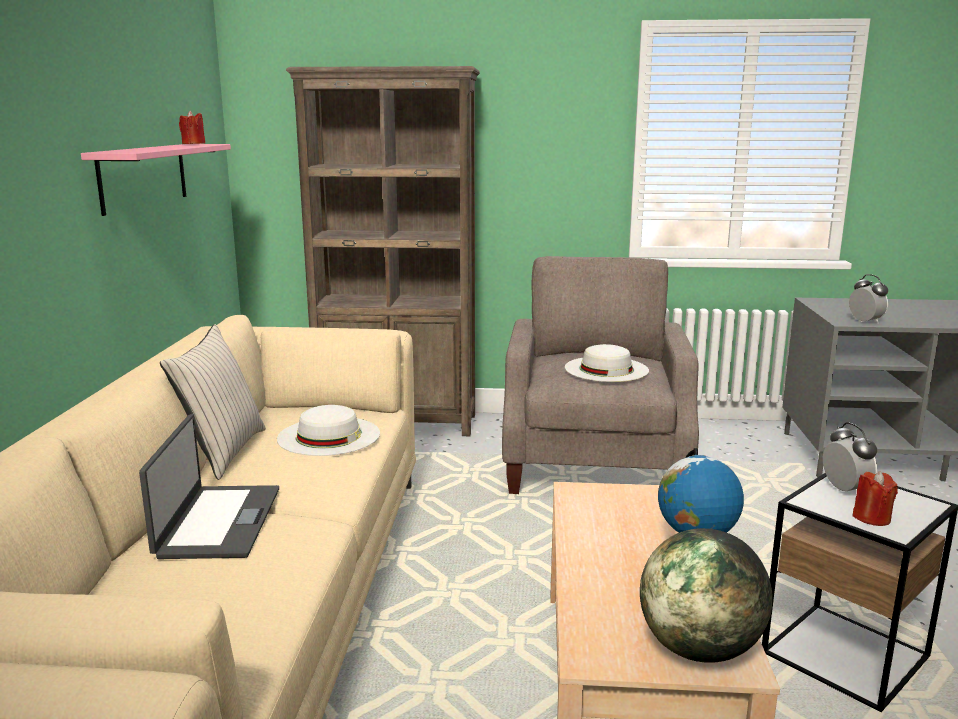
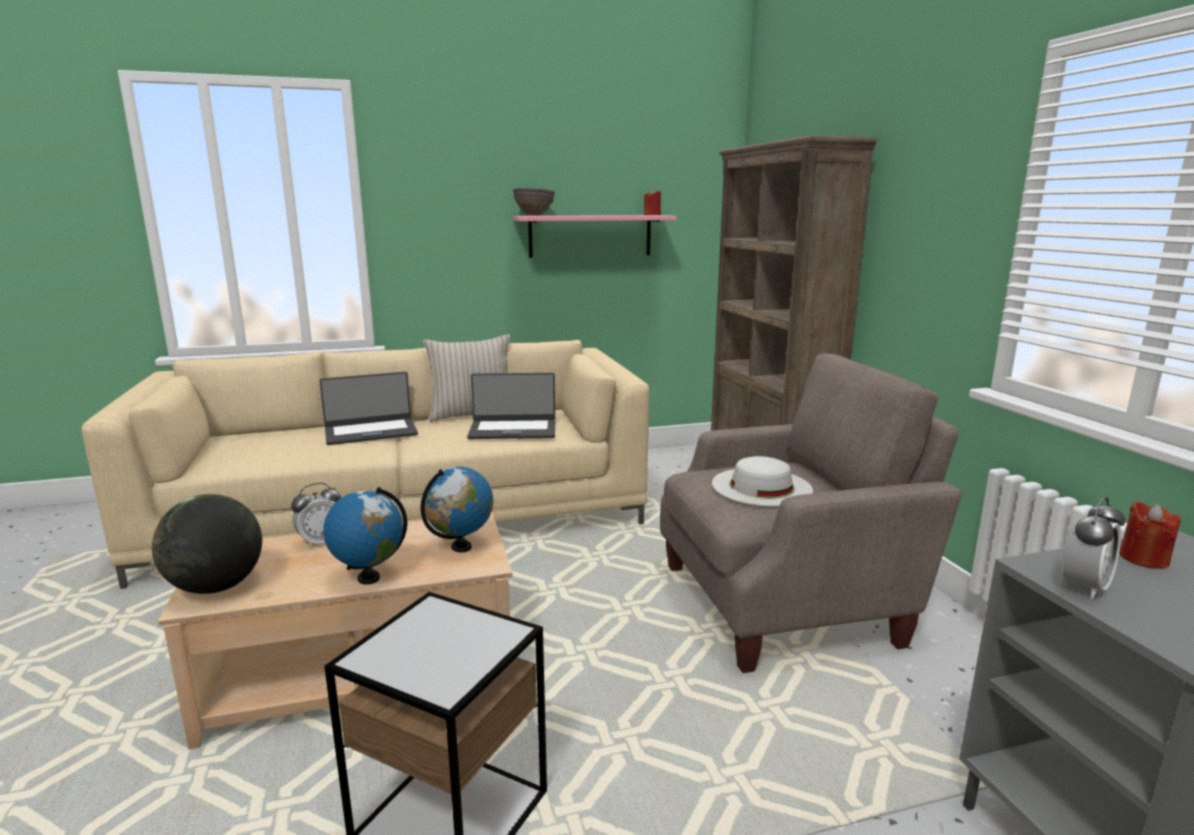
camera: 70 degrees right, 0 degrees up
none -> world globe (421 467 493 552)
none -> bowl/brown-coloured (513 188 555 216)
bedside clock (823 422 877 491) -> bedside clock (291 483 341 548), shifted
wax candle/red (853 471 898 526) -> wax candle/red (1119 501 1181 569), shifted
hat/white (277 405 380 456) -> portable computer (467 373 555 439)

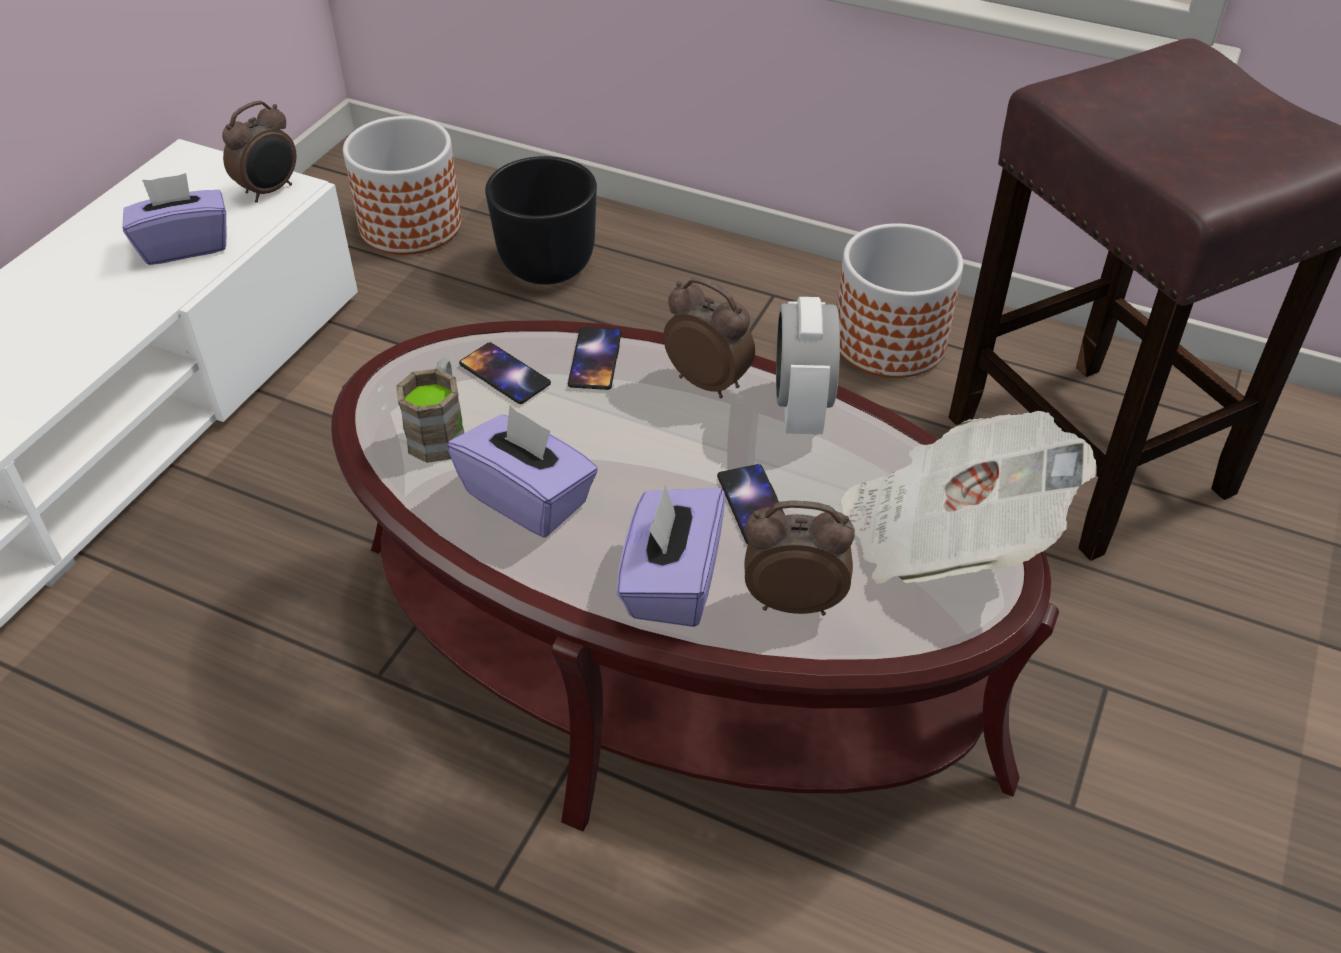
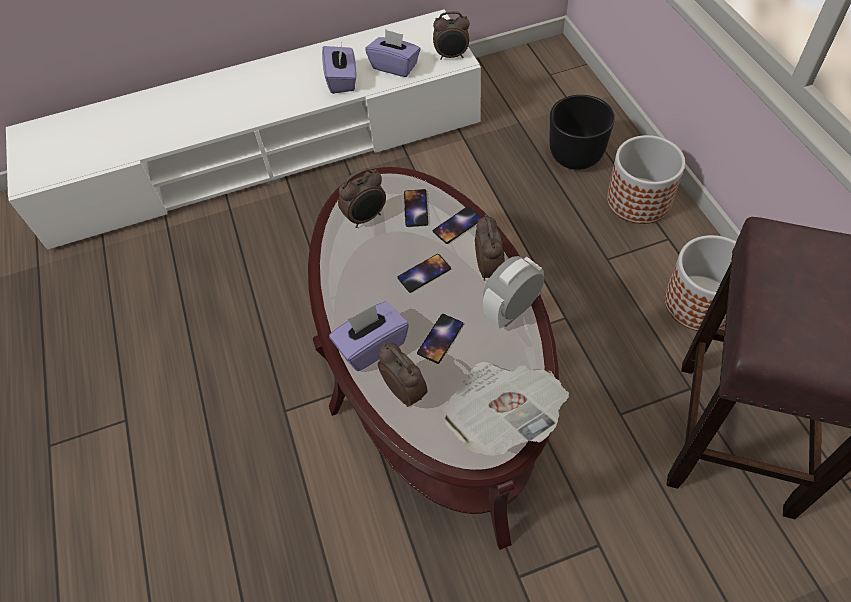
camera: 50 degrees right, 10 degrees up
none -> phone (397 254 451 293)
plant pot (343 116 462 255) -> plant pot (607 135 685 224), shifted
box of tissues/purplish (447 405 598 538) -> box of tissues/purplish (322 43 356 94), shifted
coffee mug/brown-coloured (396 358 464 463) -> bedside clock (338 168 386 228)

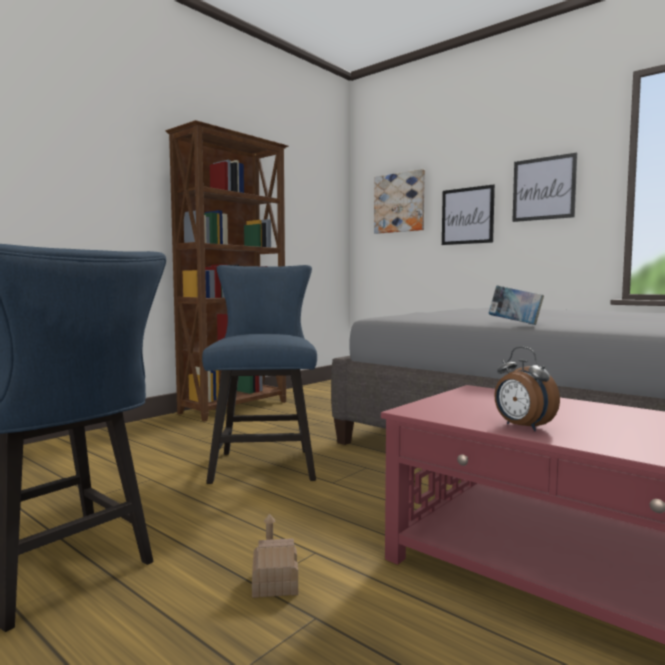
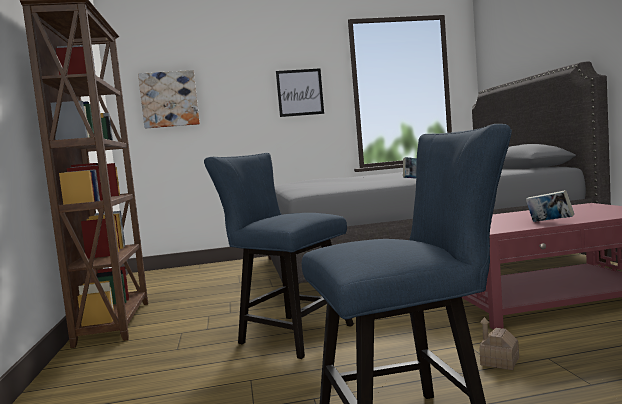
camera: 50 degrees left, 0 degrees up
picture (442 185 495 245) -> none
bedside clock (494 347 560 431) -> volume (526 190 574 222)

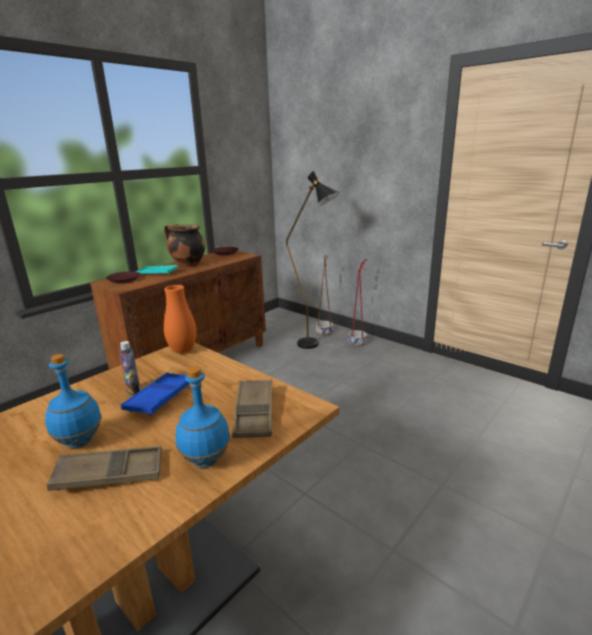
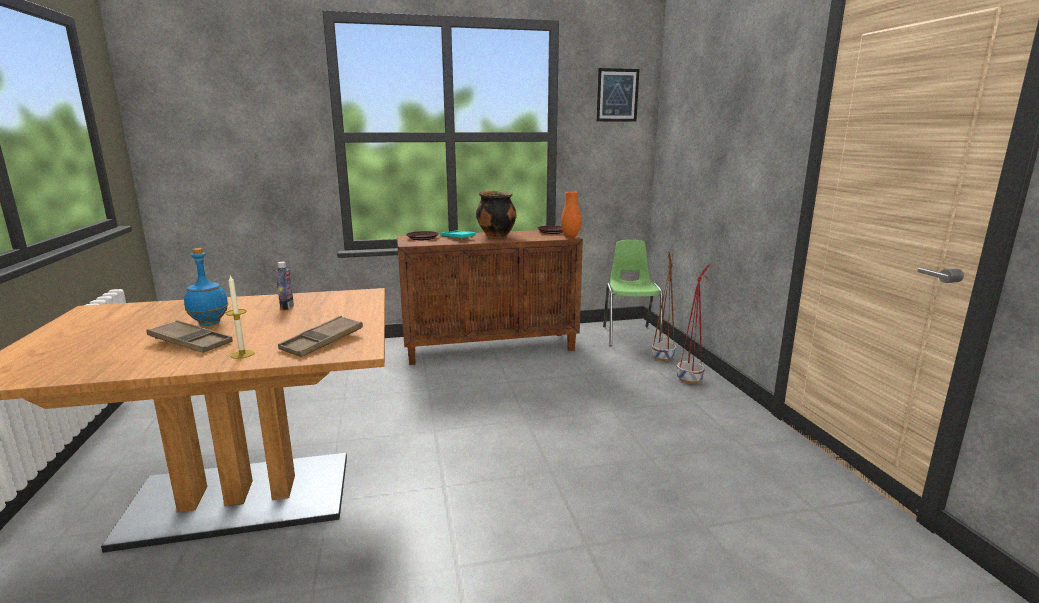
camera: 35 degrees right, 5 degrees down
serving tray/bluish (121 372 190 416) -> none
standing lamp/black (286 171 339 349) -> none
none -> picture (596 68 639 121)
none -> chair/greenish (603 240 663 346)
vase/orange (164 285 197 354) -> vase/orange (561 191 581 237), shifted
beverage bottle/bluish (176 367 230 468) -> wax candle (225 276 255 359)

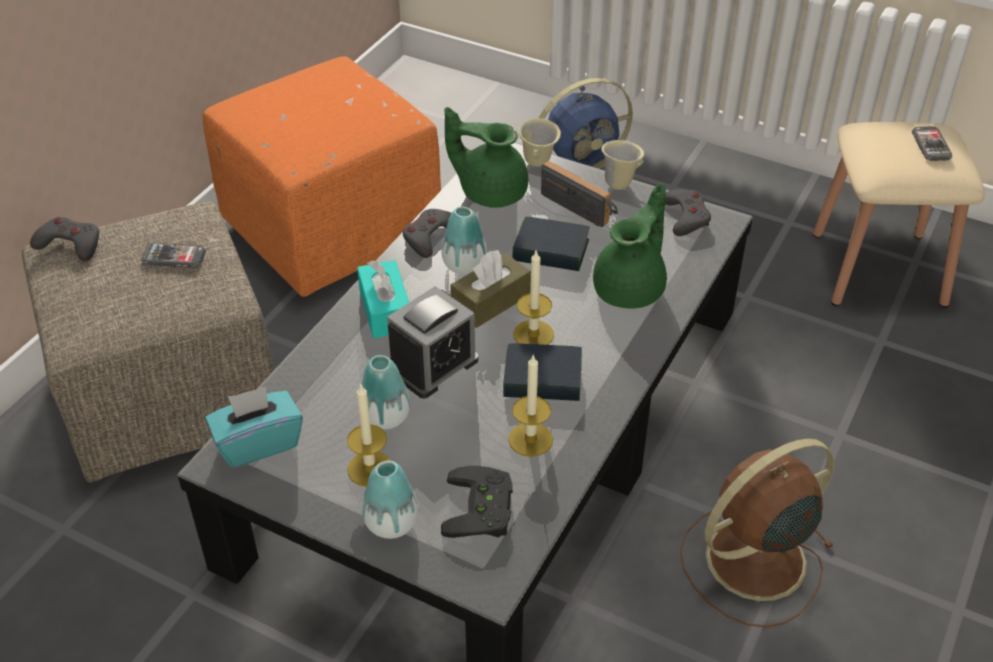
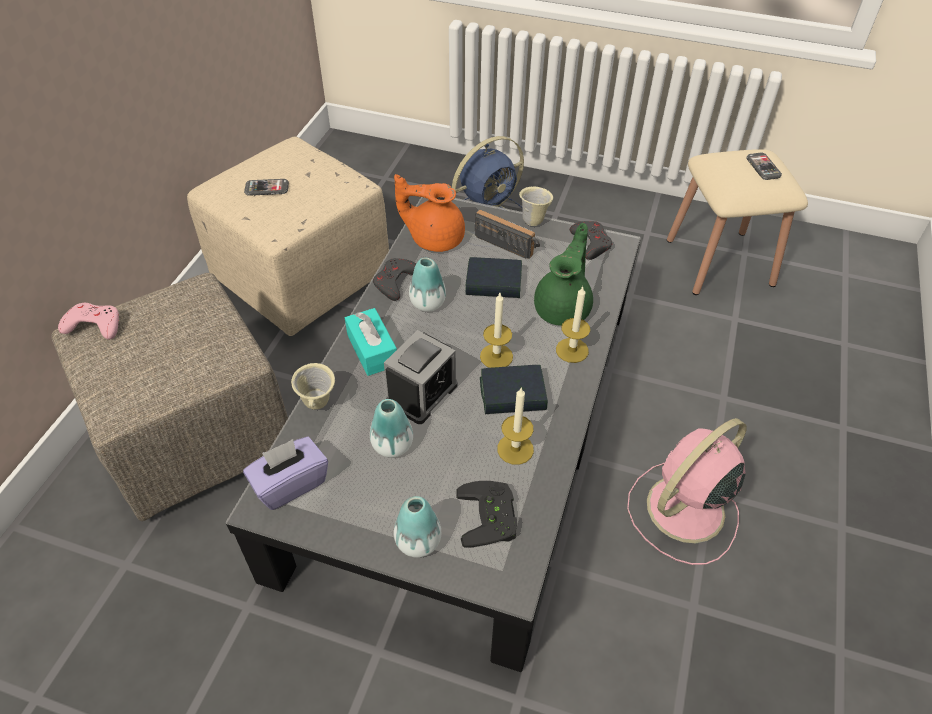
camera: 10 degrees left, 5 degrees up
box of tissues/brown-coloured (450 250 531 328) -> none
phone (141 243 206 268) -> phone (244 179 289 196), shifted
wax candle (347 385 391 487) -> wax candle (556 286 590 363), shifted
coffee mug/sand-coloured (519 118 561 167) -> coffee mug/sand-coloured (291 363 335 410), shifted
game controller/greyish (30 217 99 261) -> game controller/pink-coloured (58 303 119 339)
pouffe/orange (203 56 441 297) -> pouffe/sand-coloured (187 137 389 336)
box of tissues/turquoise-coloured (206 386 303 468) -> box of tissues/purplish (243 437 328 510)
tea pot/greenish (444 107 528 208) -> tea pot/orange (394 174 465 252)
fan/brown-coloured (680 438 835 628) -> fan/pink-coloured (627 418 747 565)

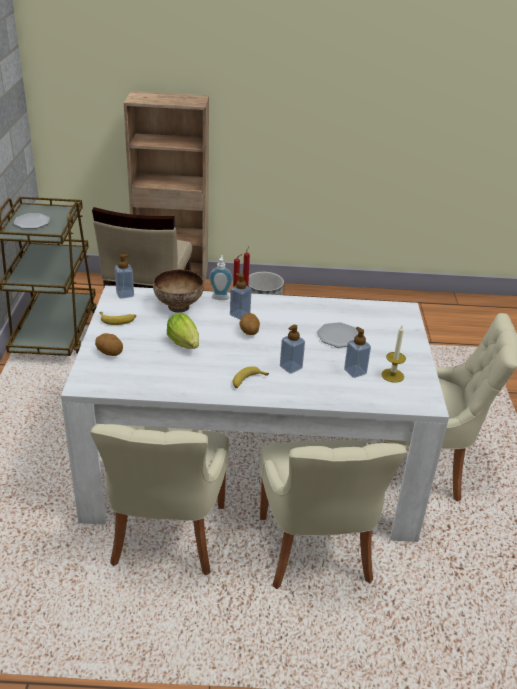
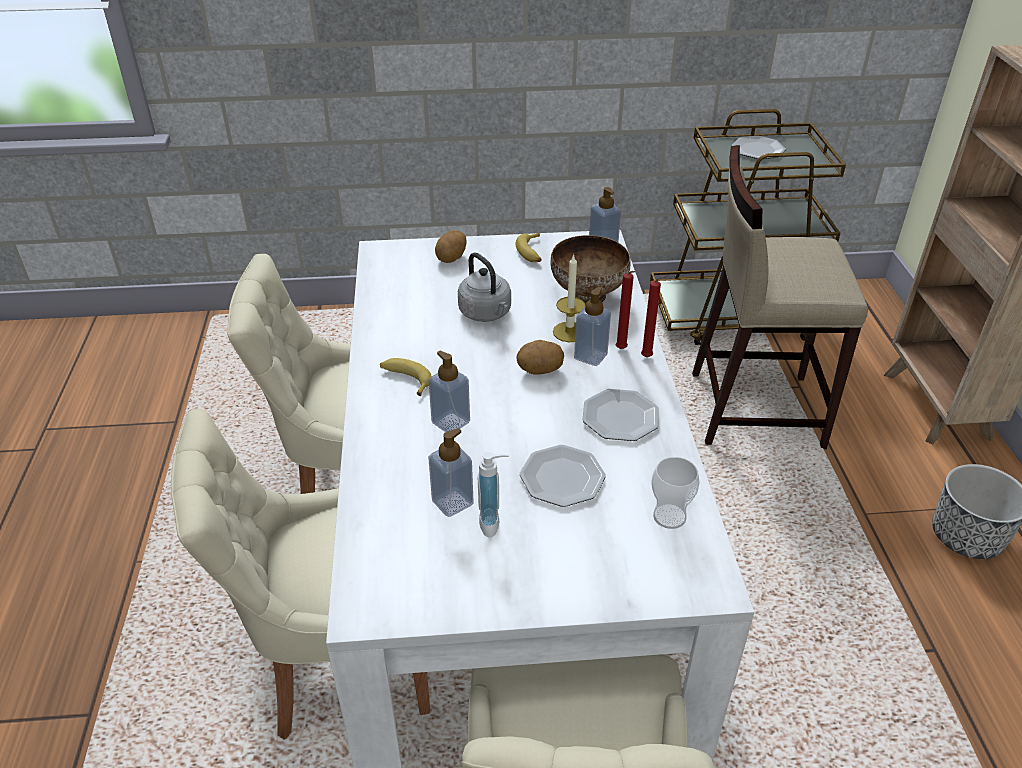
camera: 85 degrees right, 5 degrees up
none -> plate (582 389 659 441)
none -> small cup (651 457 700 529)
liquid soap bottle (209 255 233 300) -> liquid soap bottle (478 452 509 537), shifted
wax candle (382 326 406 383) -> wax candle (553 254 585 342), shifted
head of lettuce (167 313 199 349) -> kettle/greyish (458 252 511 322)

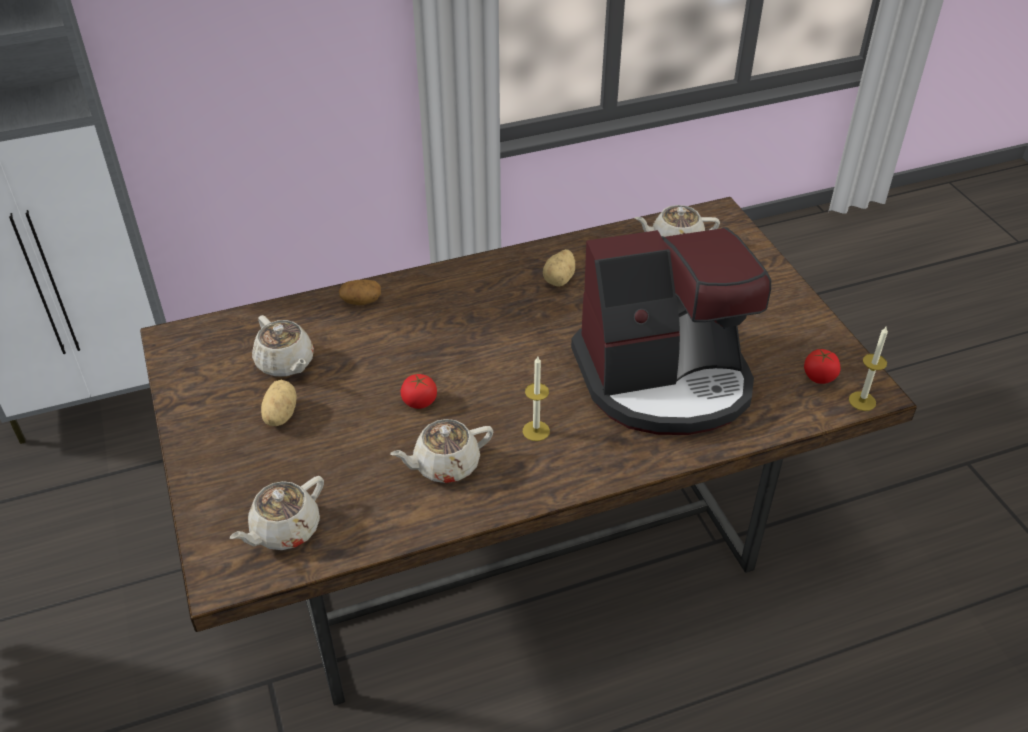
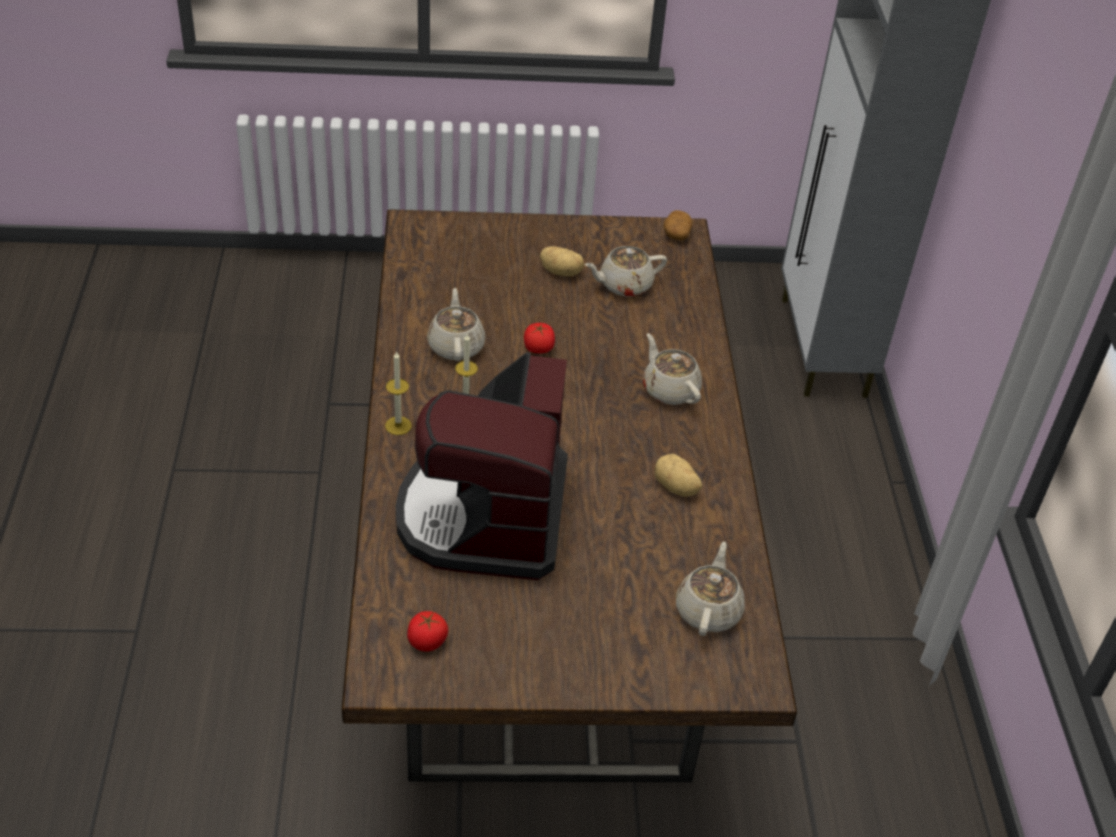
camera: 105 degrees right, 0 degrees up
tea pot/sand-coloured (230 476 324 550) -> tea pot/sand-coloured (643 333 702 405), shifted
spud (339 280 381 305) -> spud (663 210 692 240), shifted
wax candle (849 327 888 411) -> wax candle (385 351 412 435), shifted

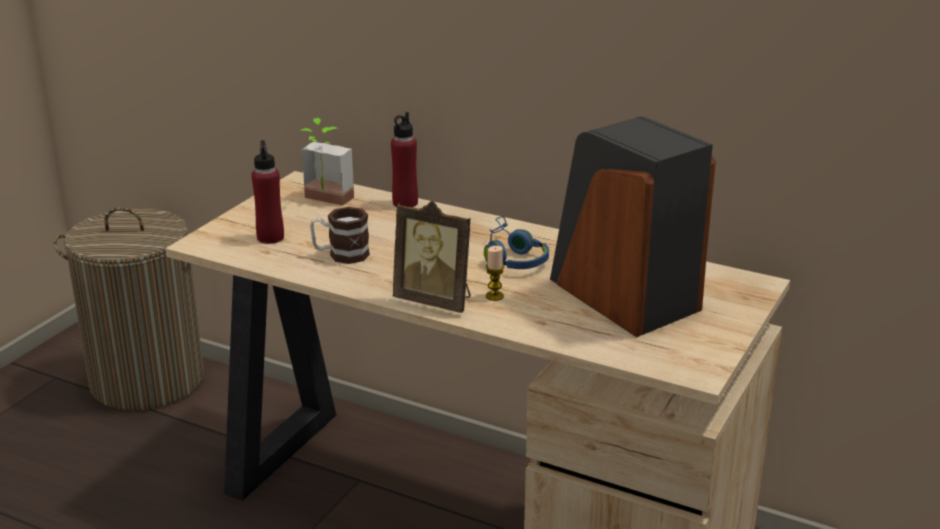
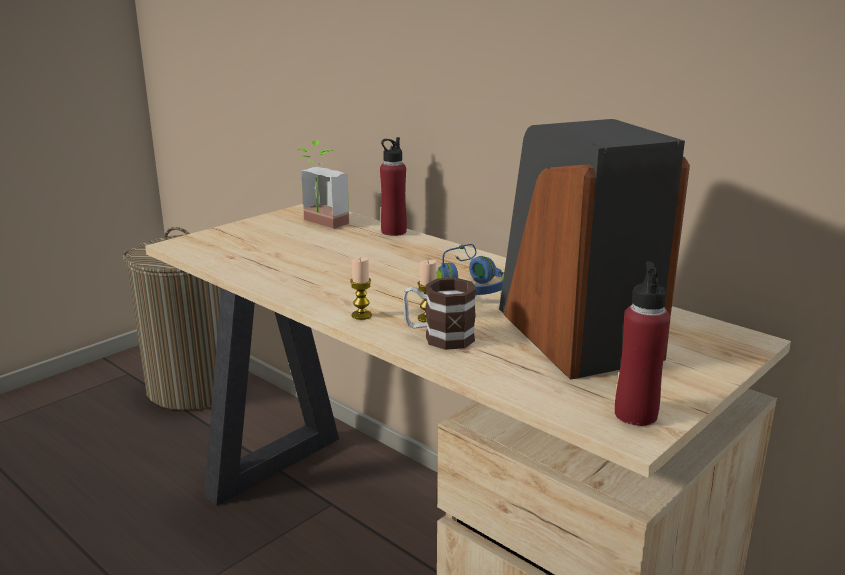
camera: 15 degrees right, 5 degrees down
beverage bottle/red (251 140 284 244) -> beverage bottle/red (615 261 670 426), shifted
coffee mug (310 207 370 264) -> coffee mug (403 277 476 350), shifted
photo frame (393 201 471 313) -> wax candle (350 257 372 320)

